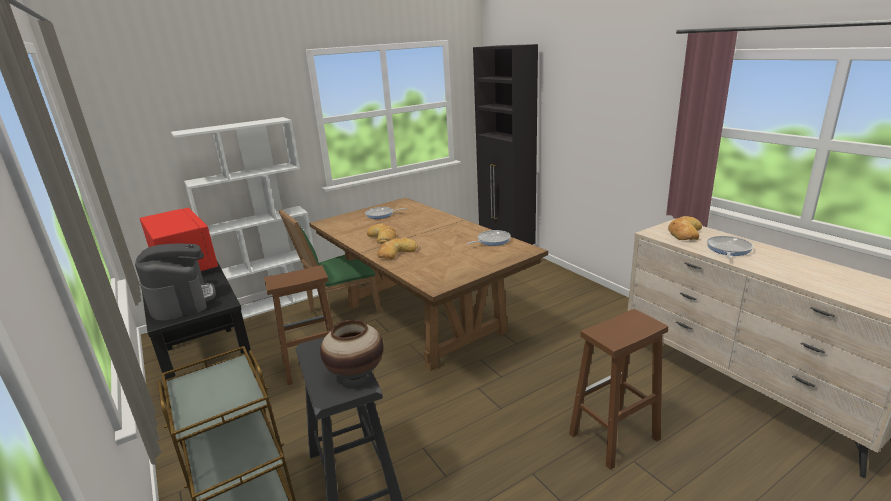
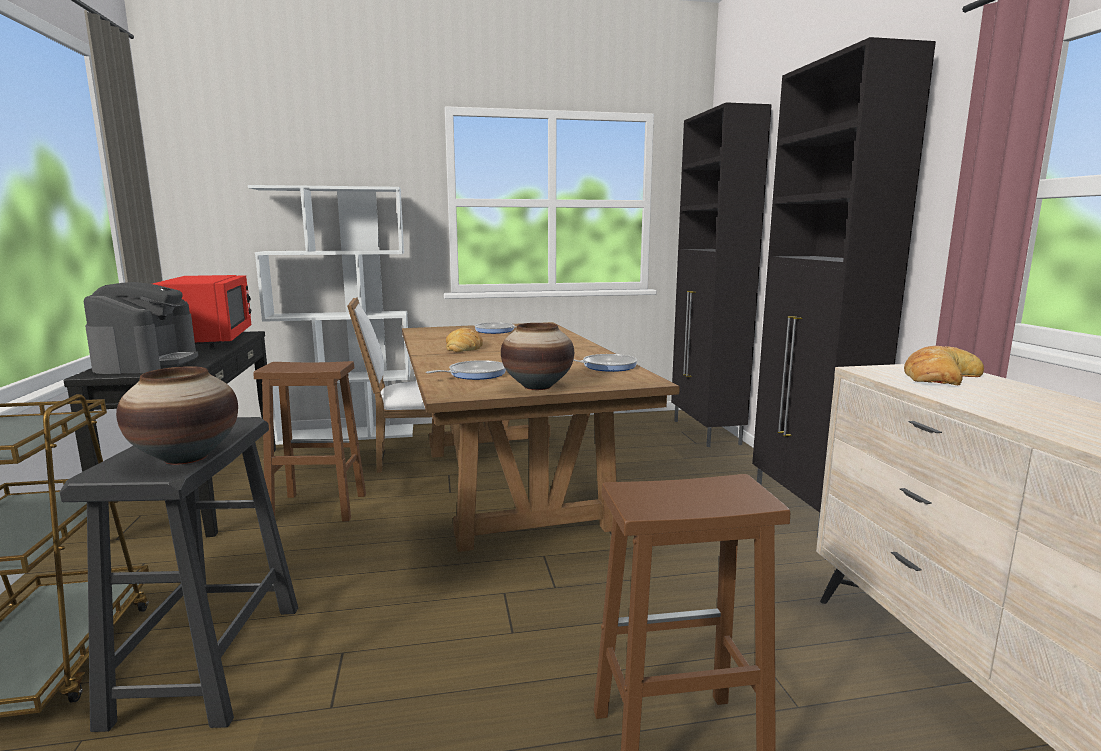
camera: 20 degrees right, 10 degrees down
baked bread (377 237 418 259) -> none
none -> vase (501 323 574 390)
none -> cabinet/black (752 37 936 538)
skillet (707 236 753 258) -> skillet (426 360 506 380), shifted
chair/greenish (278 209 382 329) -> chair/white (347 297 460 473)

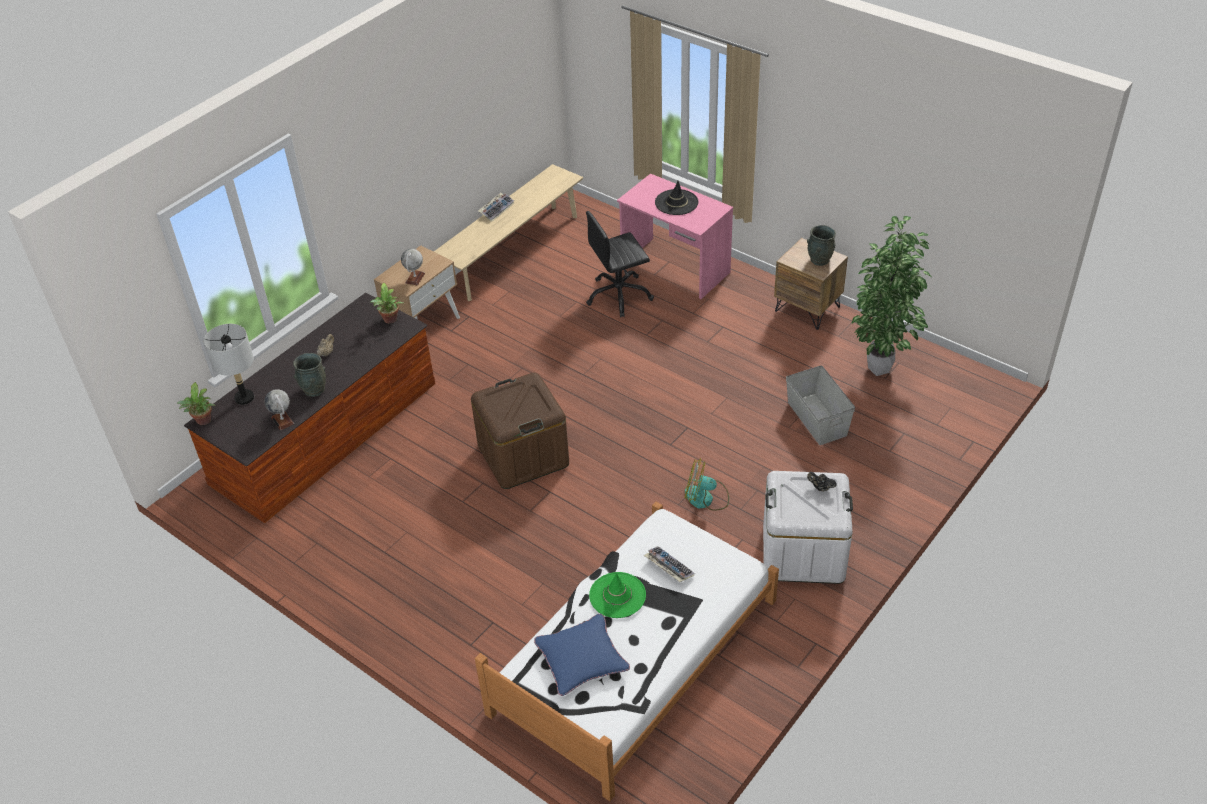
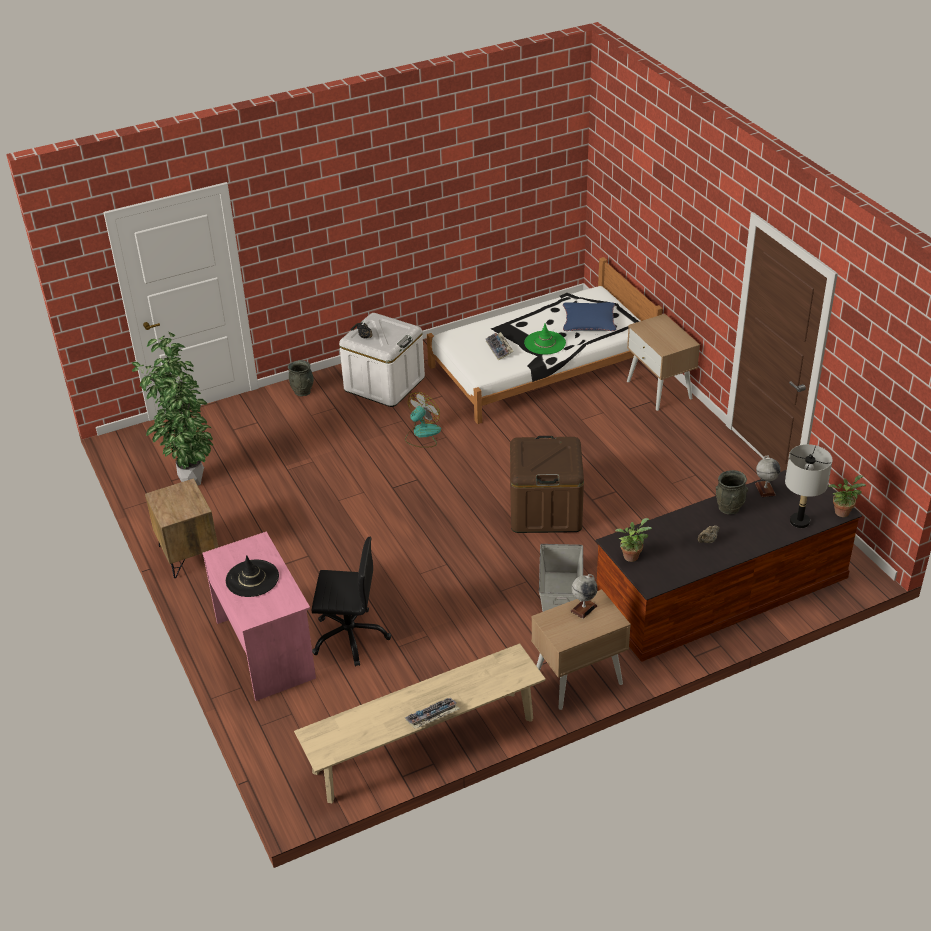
camera: 155 degrees left, 5 degrees down
none -> night table/sand-coloured (627 314 700 411)
storage container/greyish (786 365 855 445) -> storage container/greyish (539 544 583 612), shifted
vase/greyish (807 225 836 266) -> vase/greyish (288 360 314 396), shifted
fan (685 458 729 511) -> fan (405 392 441 448), 90 degrees counterclockwise

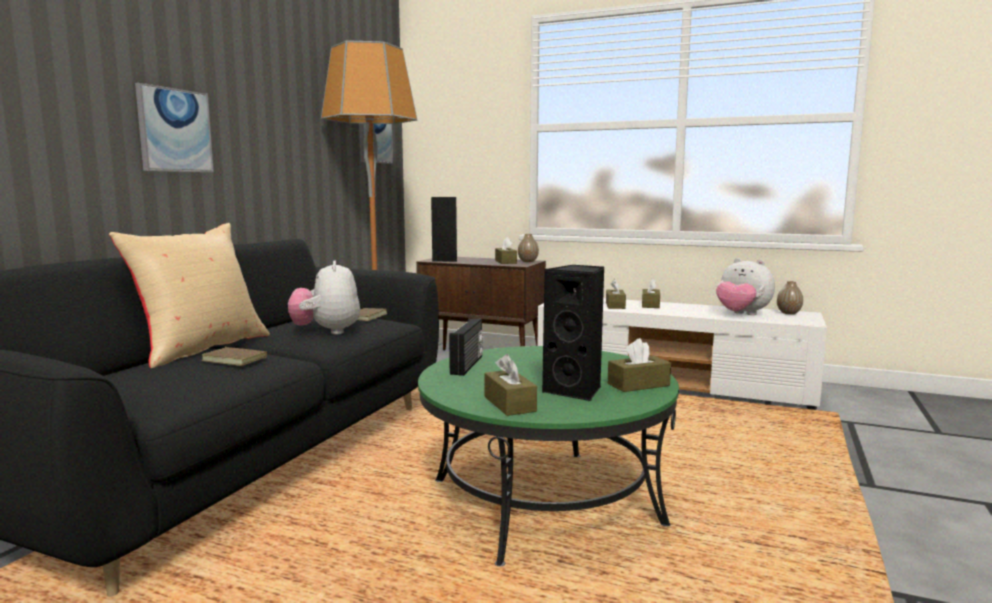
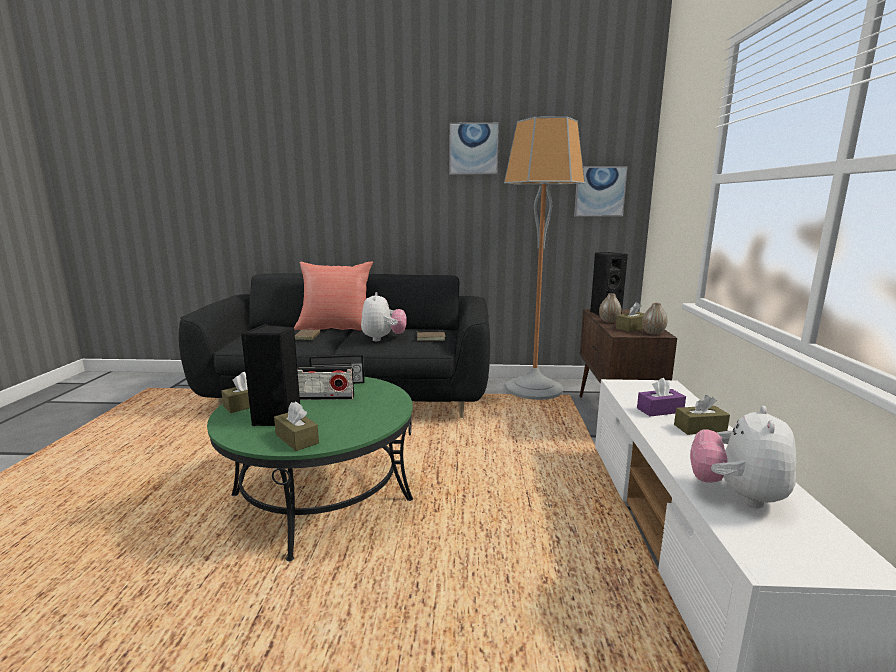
camera: 70 degrees right, 5 degrees up
none -> radio receiver (297 367 354 400)
picture (135 83 214 173) -> picture (449 122 499 175), shifted
vase (777 281 803 314) -> vase (599 293 621 323), shifted
cushion/sand-coloured (109 223 270 368) -> cushion/red (294 261 373 331)
box of tissues/brown-coloured (606 279 626 309) -> box of tissues/purplish (637 378 686 417)
soft toy (288 260 360 334) -> soft toy (361 292 407 341), 120 degrees clockwise

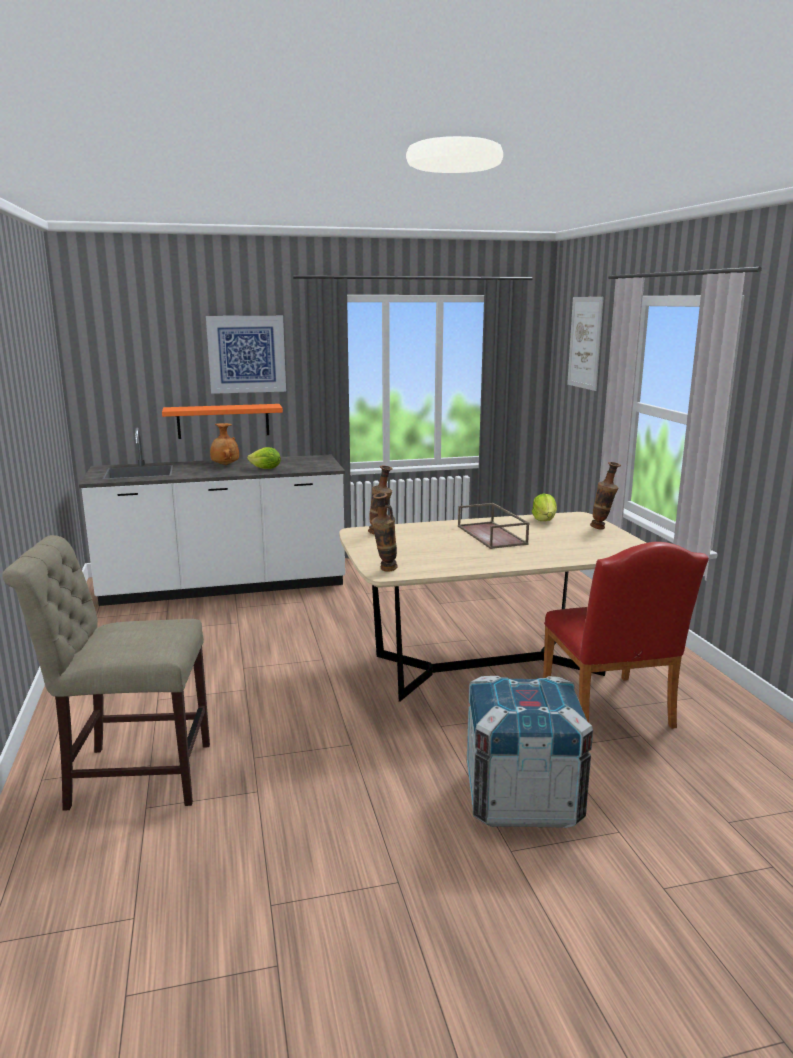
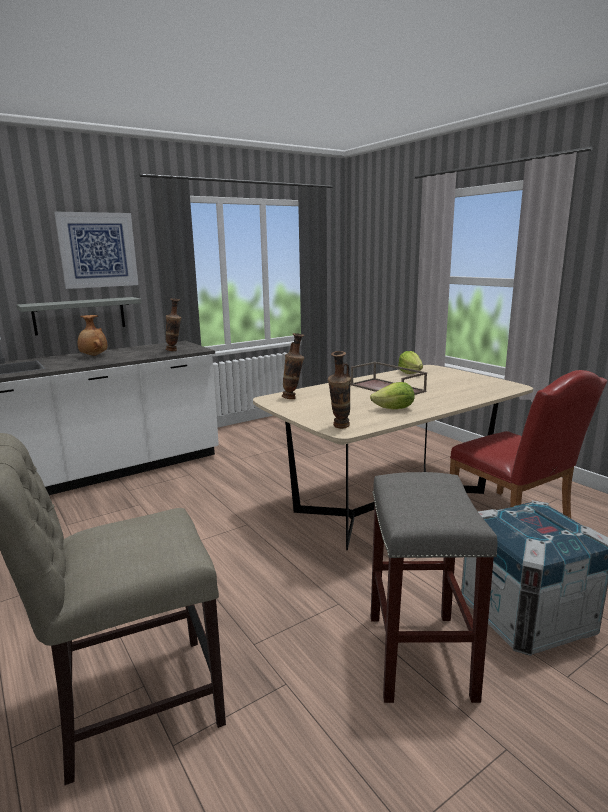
camera: 20 degrees left, 0 degrees up
picture (567 297 604 391) -> none
none -> sitting stool/greyish (371 472 498 703)
head of lettuce (247 447 281 469) -> head of lettuce (370 382 415 409), shifted
vase (590 462 621 530) -> vase (166 298 181 351), shifted
wall shelf/orange (162 404 283 439) -> wall shelf/greyish (17 297 142 336)

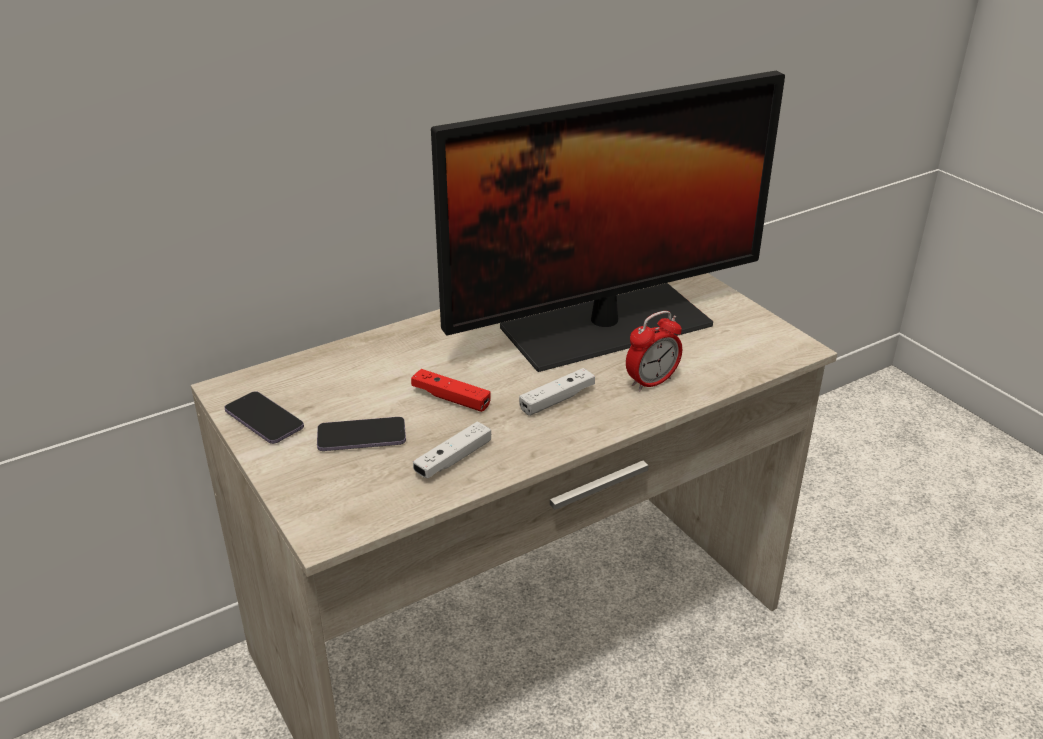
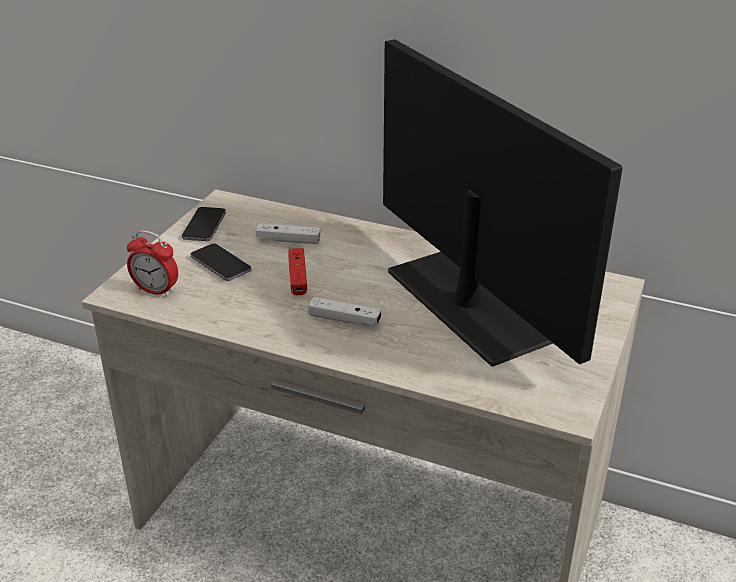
camera: 55 degrees right, 0 degrees up
game controller/white (413 422 491 478) -> game controller/white (255 223 321 244), shifted
bedside clock (626 311 682 391) -> bedside clock (127 230 178 297), shifted
computer screen (431 71 785 372) -> computer screen (383 39 623 367), 150 degrees counterclockwise

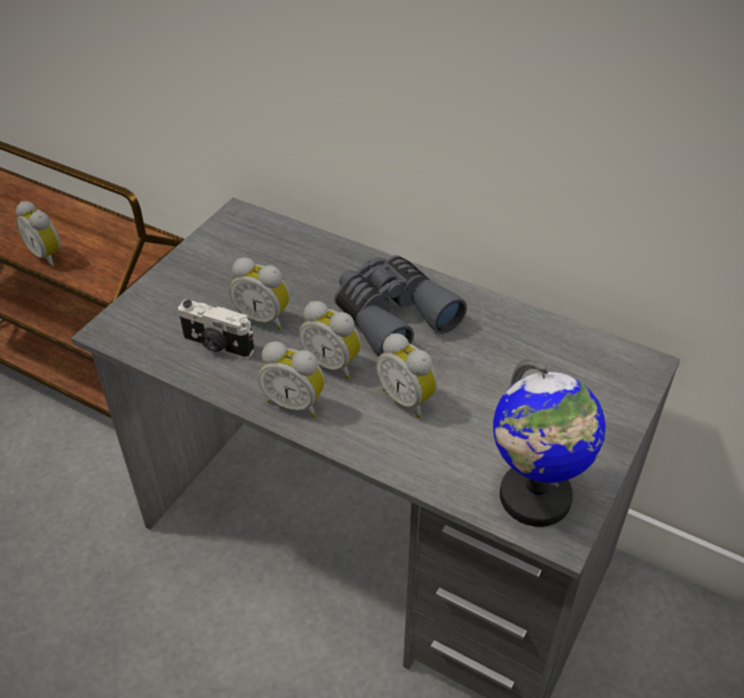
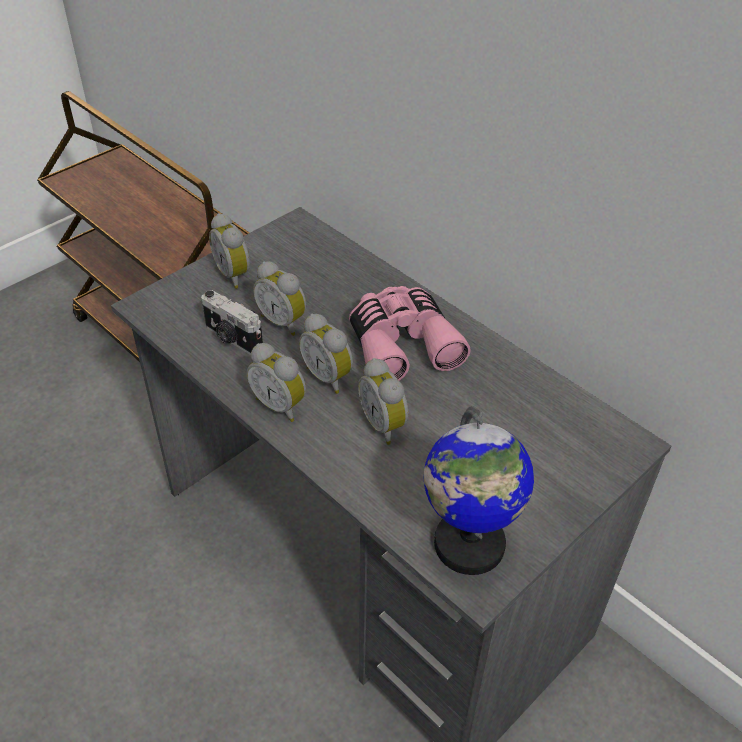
camera: 15 degrees right, 0 degrees up
bedside clock (16 201 61 267) -> bedside clock (209 213 250 289), shifted
pair of binoculars/greyish (335 255 467 356) -> pair of binoculars/pink-coloured (349 286 471 381)

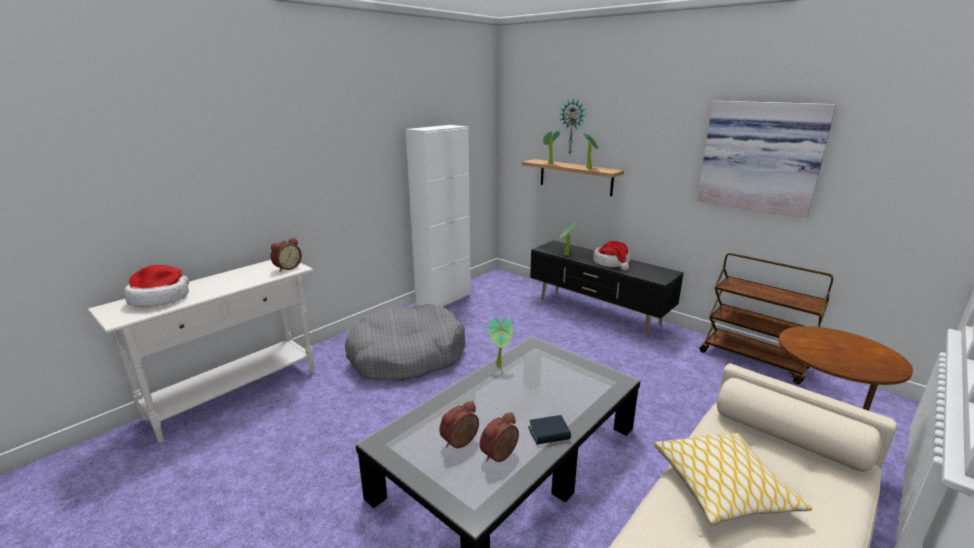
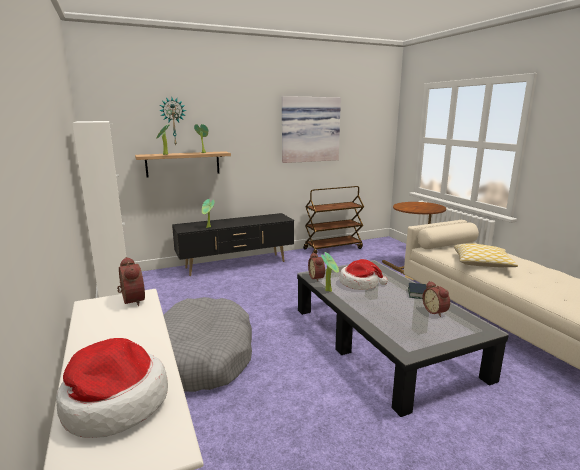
camera: 65 degrees left, 5 degrees down
bedside clock (439 401 479 448) -> bedside clock (308 253 325 281), shifted
hat (593 241 630 271) -> hat (339 259 388 290), shifted

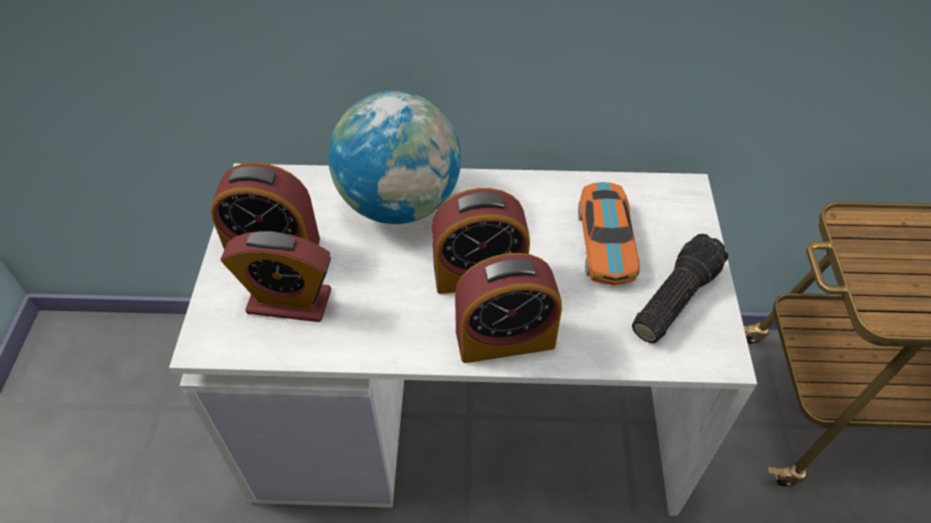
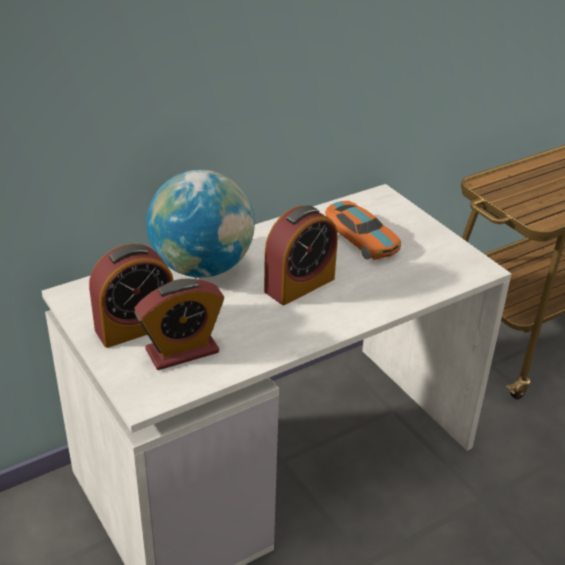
camera: 35 degrees left, 15 degrees down
bedside clock (455 253 562 363) -> none
torch (632 234 728 343) -> none

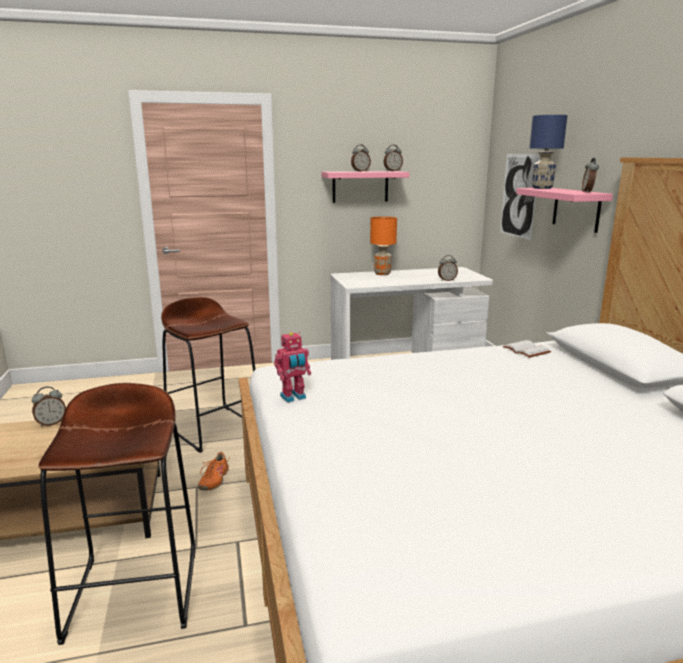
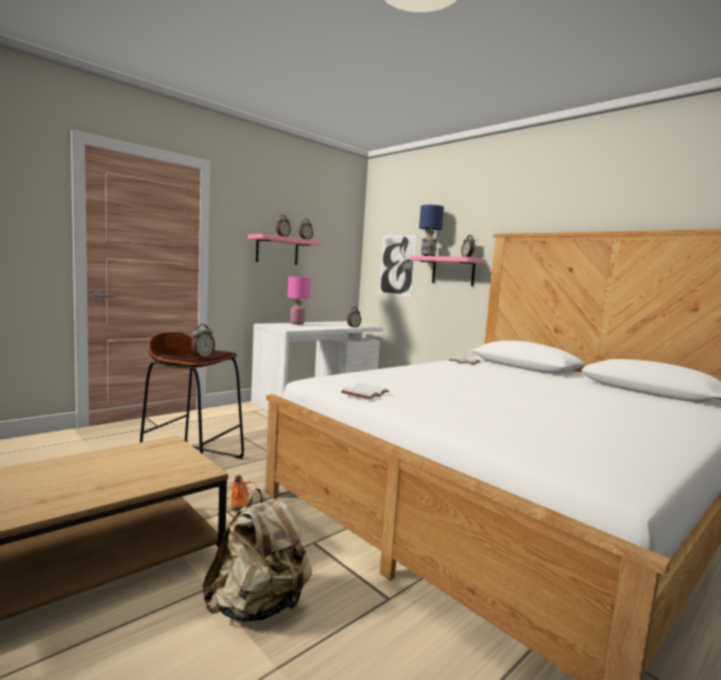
camera: 30 degrees left, 10 degrees down
bedside clock (32 386 66 427) -> bedside clock (191 324 215 359), shifted
sitting stool/brown-coloured (38 383 196 645) -> backpack/sand-coloured (202 488 312 622)
toy robot (274 332 311 403) -> volume/white (341 383 389 399)
tabletop lamp/orange (370 216 397 275) -> tabletop lamp/pink-coloured (288 276 311 325)

